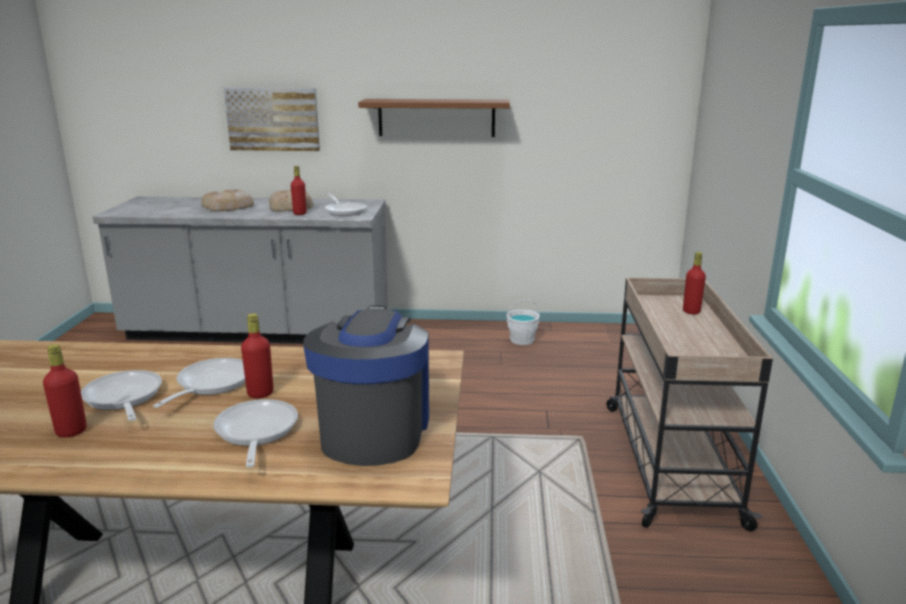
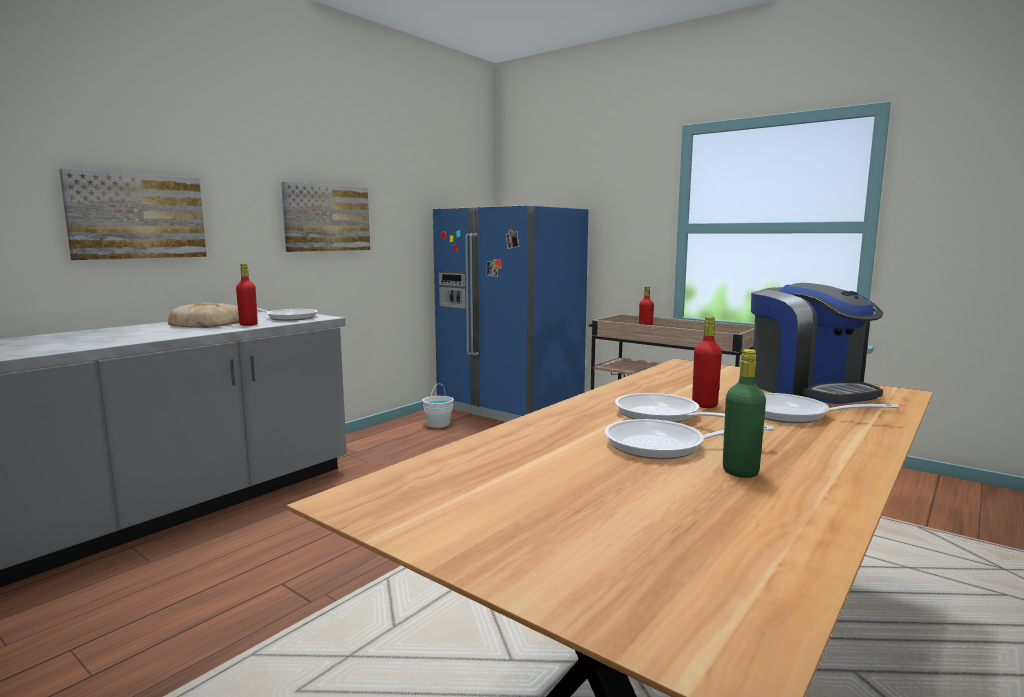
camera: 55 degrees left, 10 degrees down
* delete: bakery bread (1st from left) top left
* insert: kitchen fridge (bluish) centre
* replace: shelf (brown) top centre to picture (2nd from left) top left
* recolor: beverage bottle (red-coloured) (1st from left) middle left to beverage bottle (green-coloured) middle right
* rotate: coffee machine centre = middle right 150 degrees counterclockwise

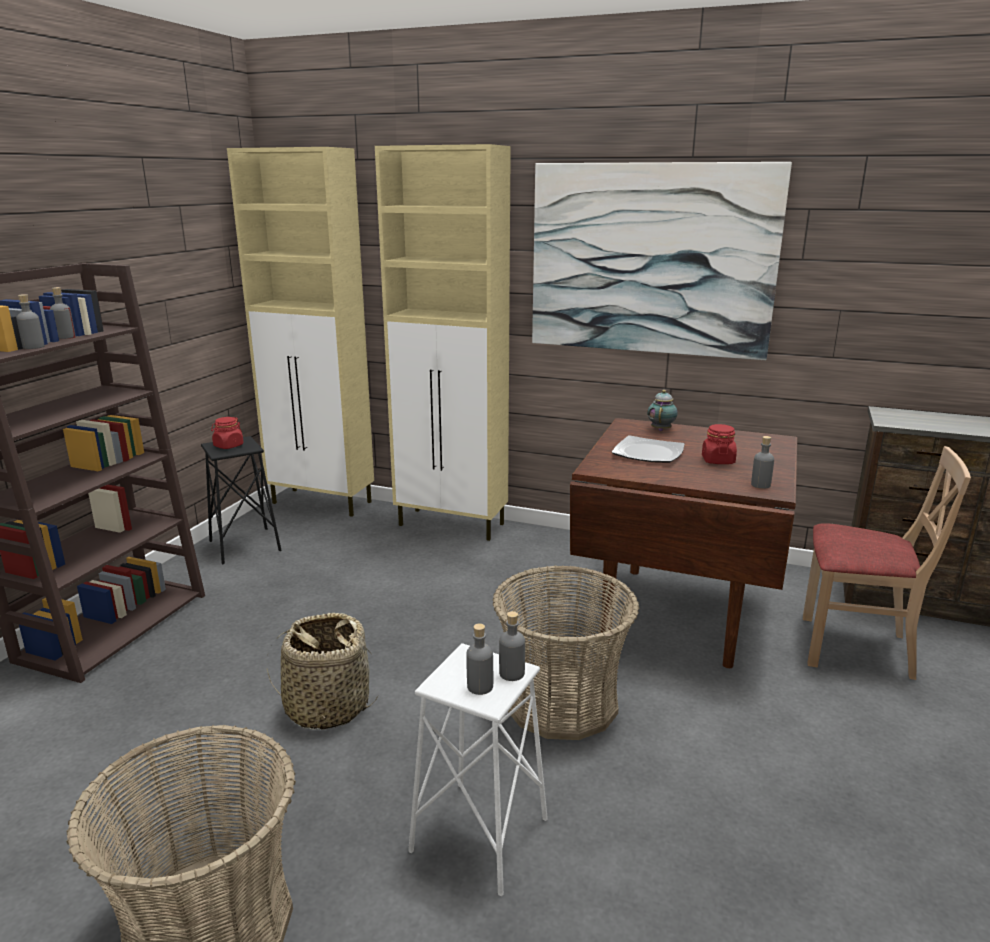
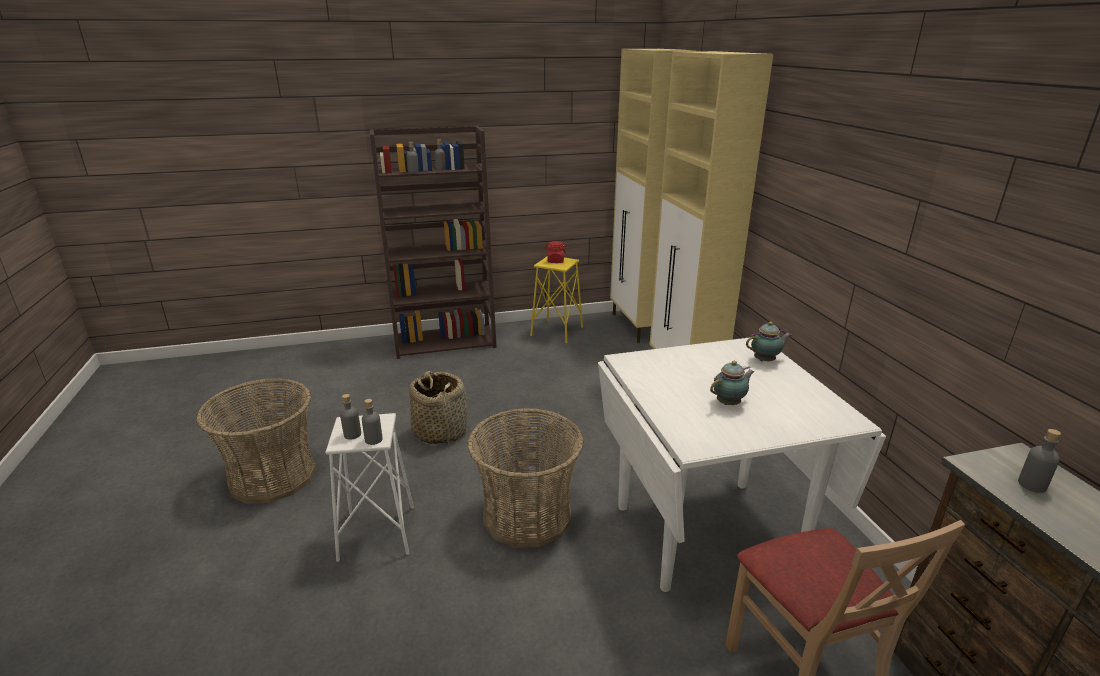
camera: 55 degrees right, 5 degrees up
* delete: picture top right
* delete: flat dish centre
* move: beverage bottle (gray) (5th from left) middle right to bottom right
* replace: storage jar (red-coloured) (2nd from left) middle right to teapot (1st from left) centre
* recolor: stool seat (black) middle left to stool seat (yellow) centre
* recolor: dining table (brown) middle right to dining table (whitish) bottom right

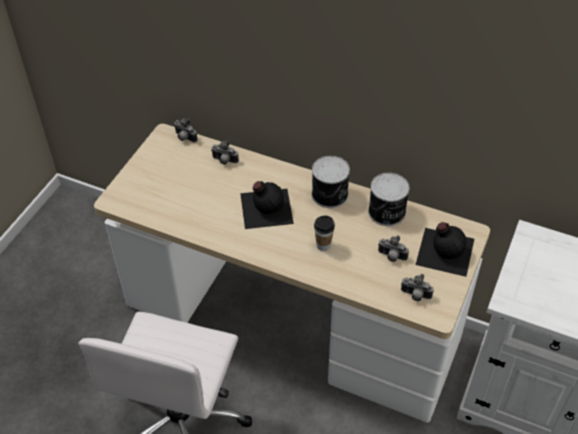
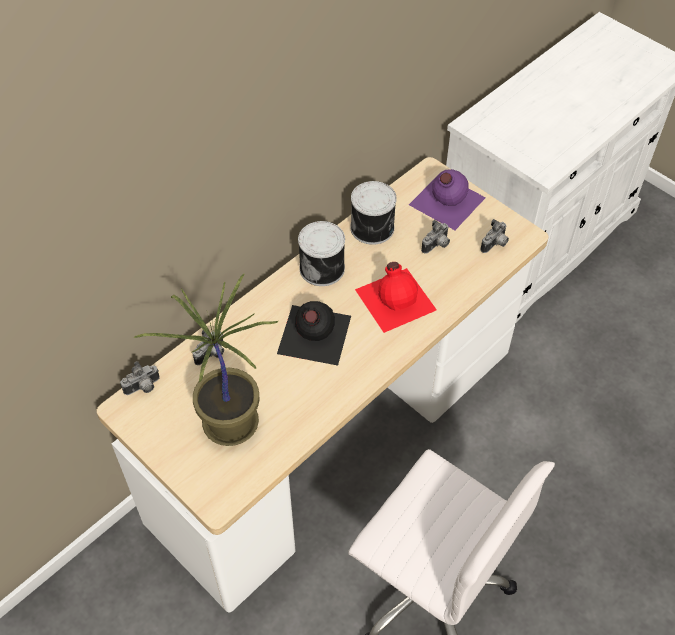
camera: 70 degrees left, 5 degrees up
* insert: plant in a pot middle left
* replace: drinking cup centre to beverage bottle (red-coloured) centre
* recolor: beverage bottle (black) (2nd from left) middle right to beverage bottle (purple) top centre

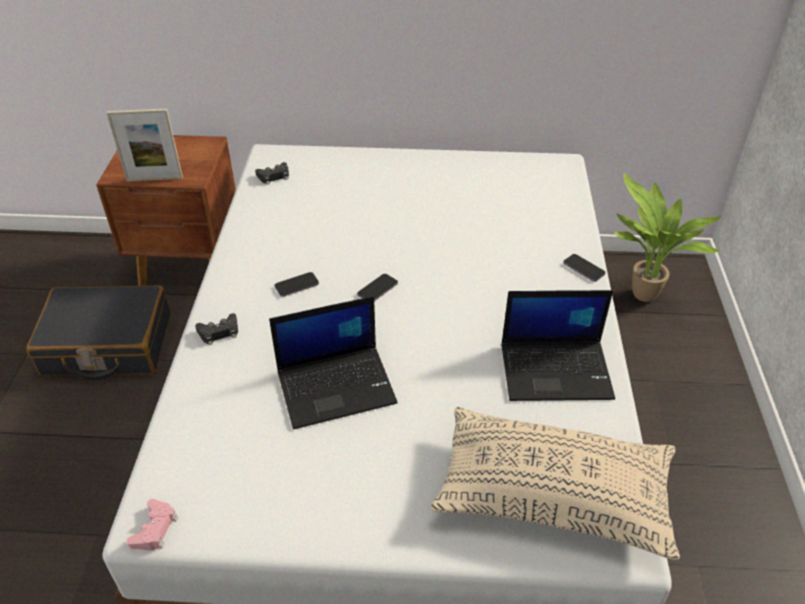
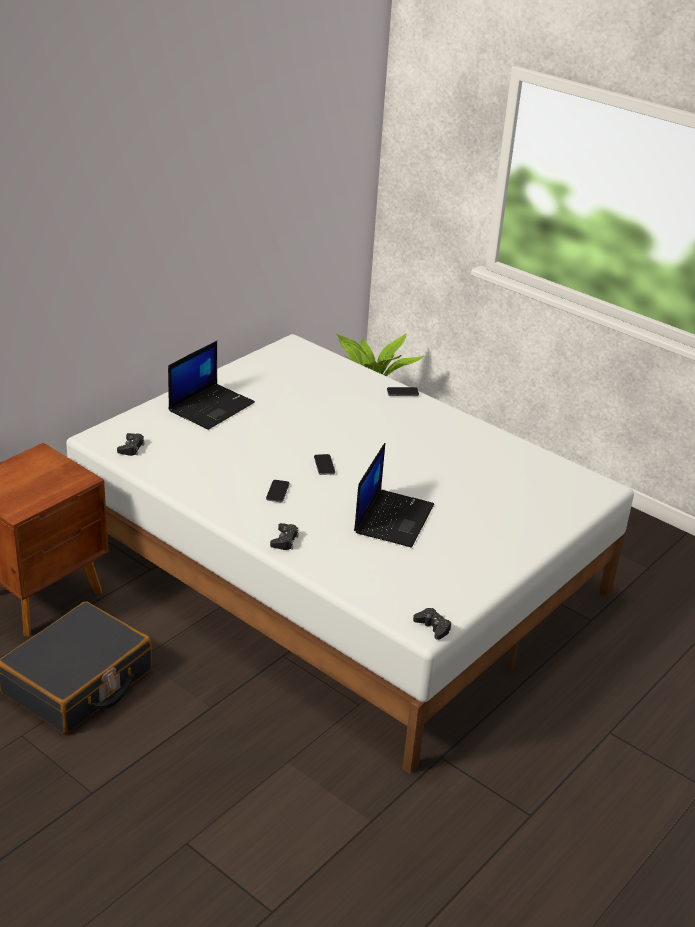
camera: 55 degrees left, 10 degrees down
* delete: standing frame top left
* delete: pillow (beige) bottom right
* move: portable computer (2nd from left in the first image) middle right to portable computer (1st from left) middle left
* recolor: game controller (pink) bottom left to game controller (black) (3rd from left) bottom centre

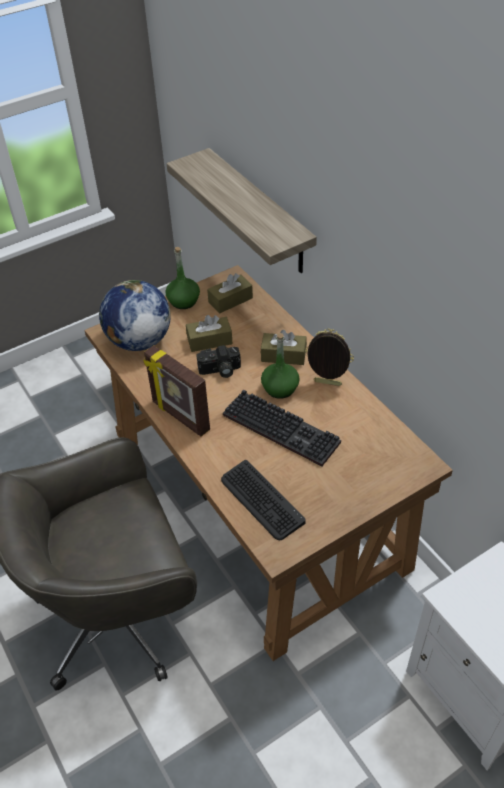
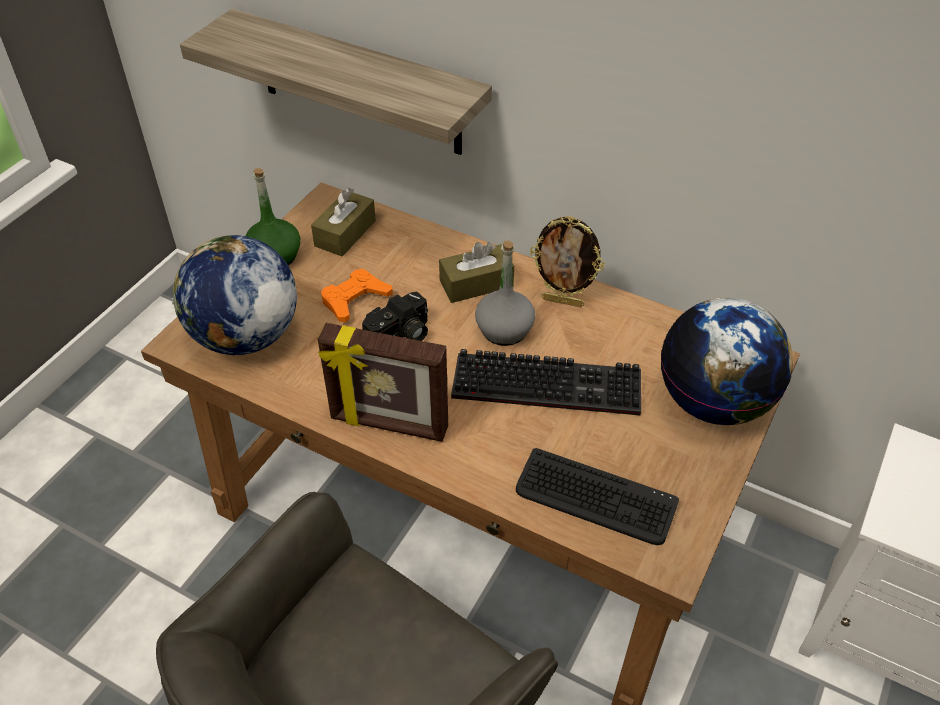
camera: 30 degrees left, 0 degrees up
* insert: globe (2nd from left) middle right
* replace: tissue holder (brown) (1st from left) centre to game controller (orangey) centre
* recolor: beverage bottle (green-coloured) (2nd from left) centre to beverage bottle (gray) centre
* rotate: standing frame (2nd from left) centre = centre 150 degrees counterclockwise

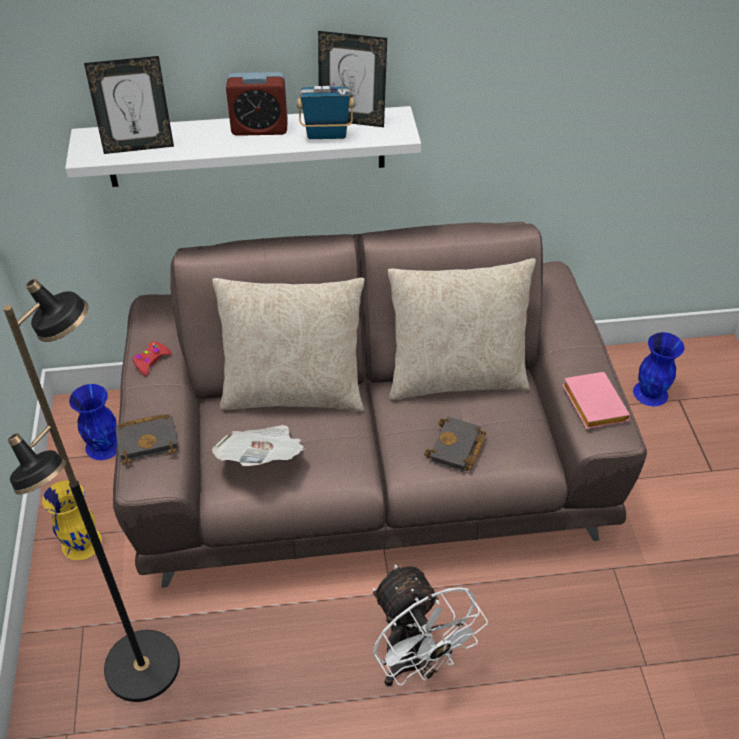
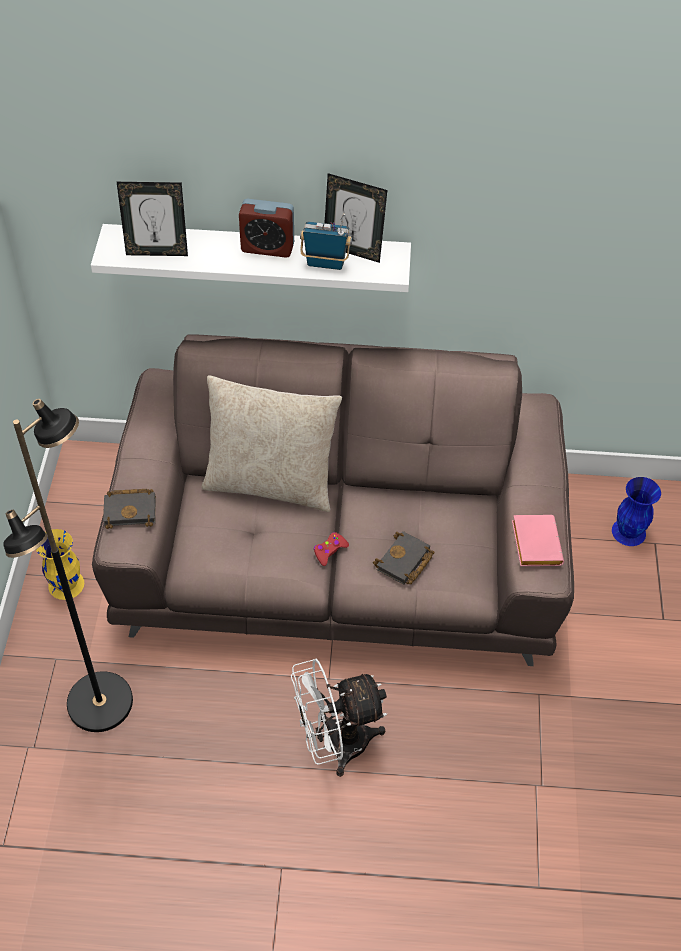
camera: 10 degrees right, 5 degrees up
* delete: vase (bluish) (1st from left) middle left
* delete: newspaper centre
* delete: pillow (beige) (2nd from left) centre
* move: game controller (red-coloured) middle left to centre
* rotate: cooling fan (whitish) bottom centre = bottom centre 90 degrees clockwise

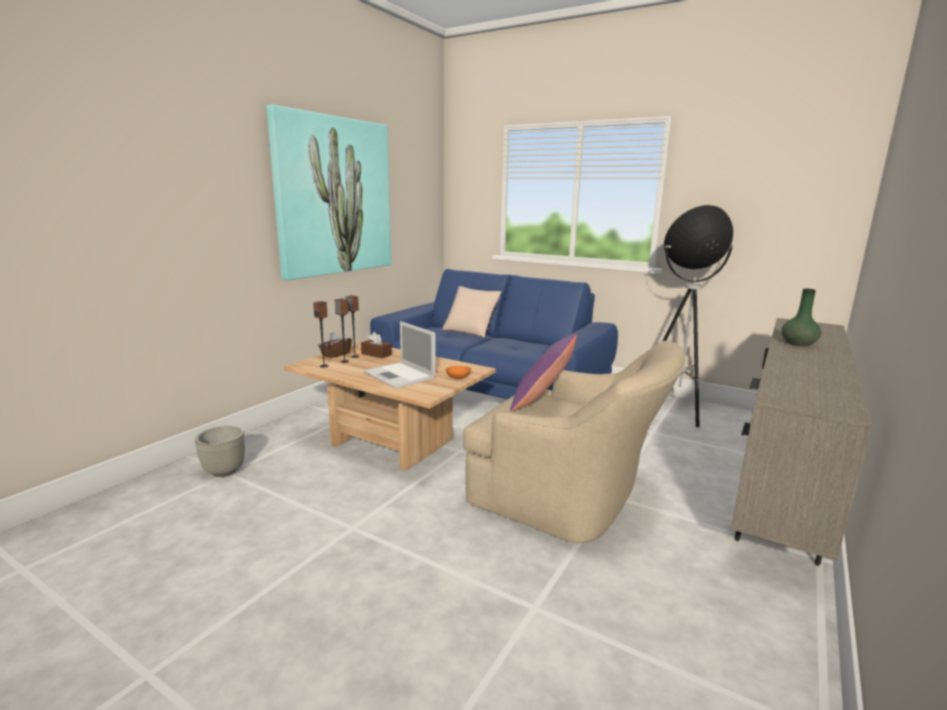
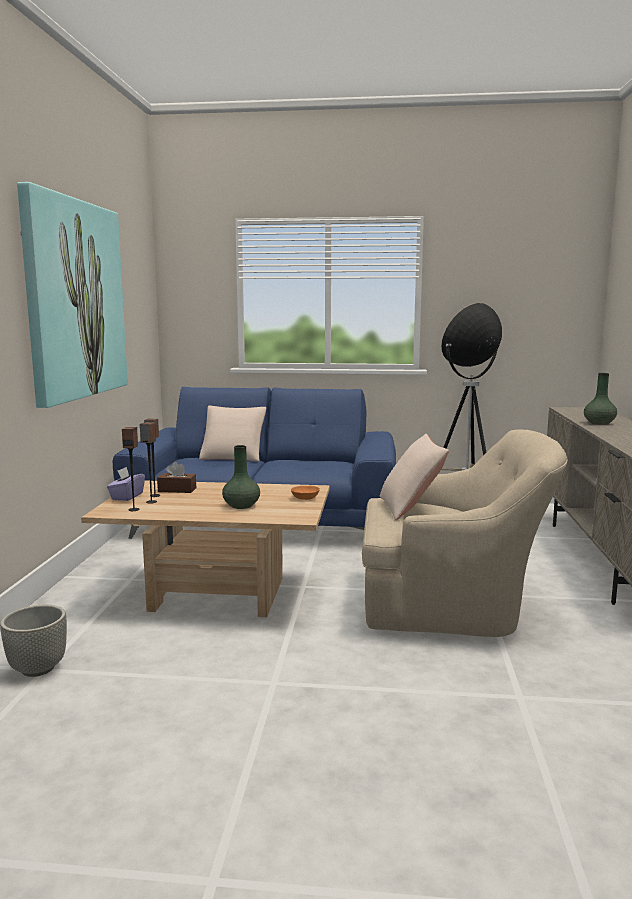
camera: 25 degrees left, 5 degrees down
* replace: portable computer centre to vase (green-coloured) (1st from left) centre
* recolor: tissue holder (brown) (1st from left) centre to tissue holder (purple) middle left
* recolor: pillow (purple) centre to pillow (beige) (2nd from left) centre

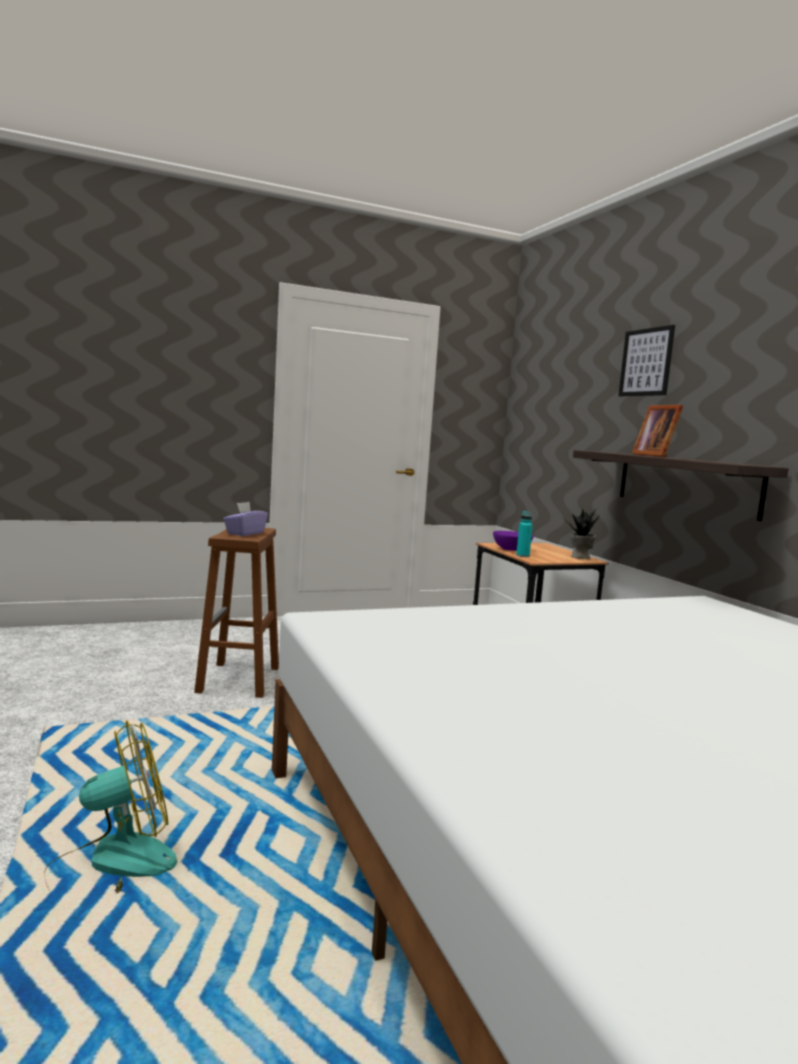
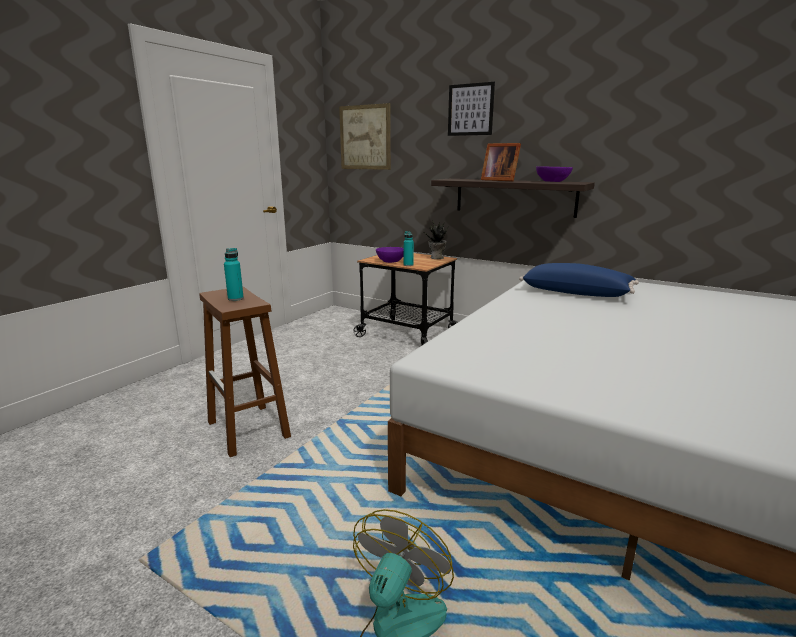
camera: 35 degrees left, 10 degrees up
* insert: picture (1st from left) top centre
* insert: pillow (bluish) middle right
* insert: bowl (purple) (2nd from left) top right
* replace: tissue holder (purple) middle left to beverage bottle (blue-green) (1st from left) middle left

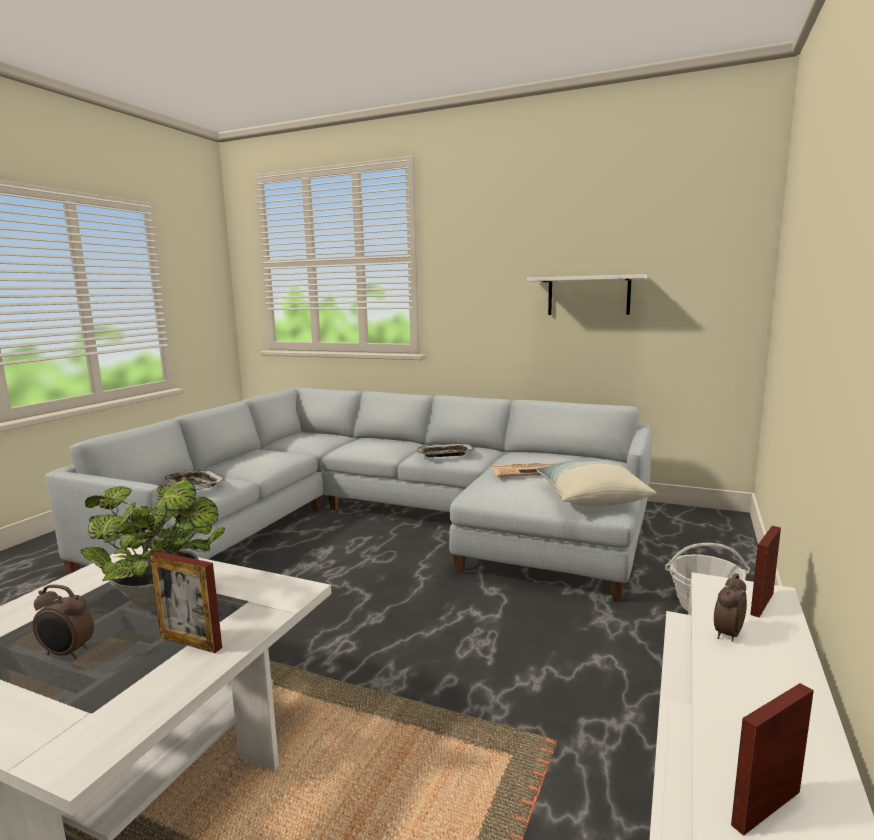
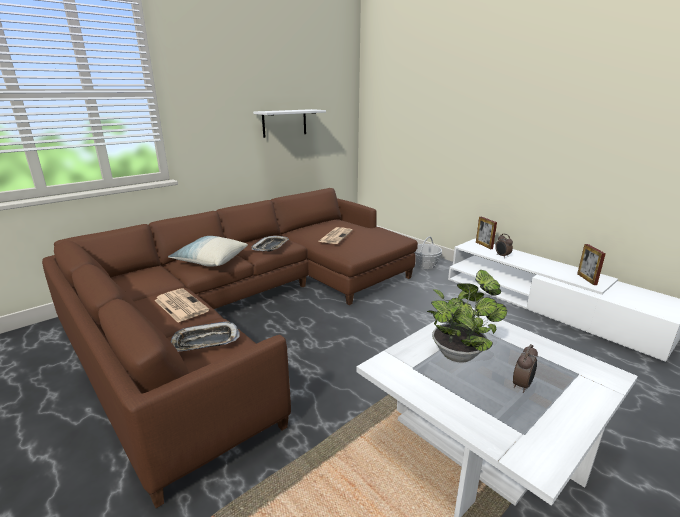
camera: 65 degrees left, 10 degrees up
* delete: standing frame (1st from left) bottom left
* insert: newspaper (1st from left) middle left
* move: pillow middle right to middle left
* recolor: settee (gray) centre to settee (brown) bottom centre

